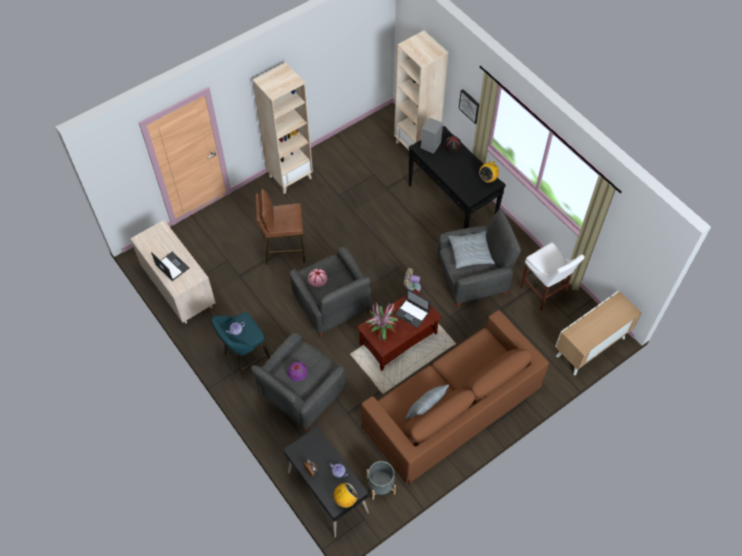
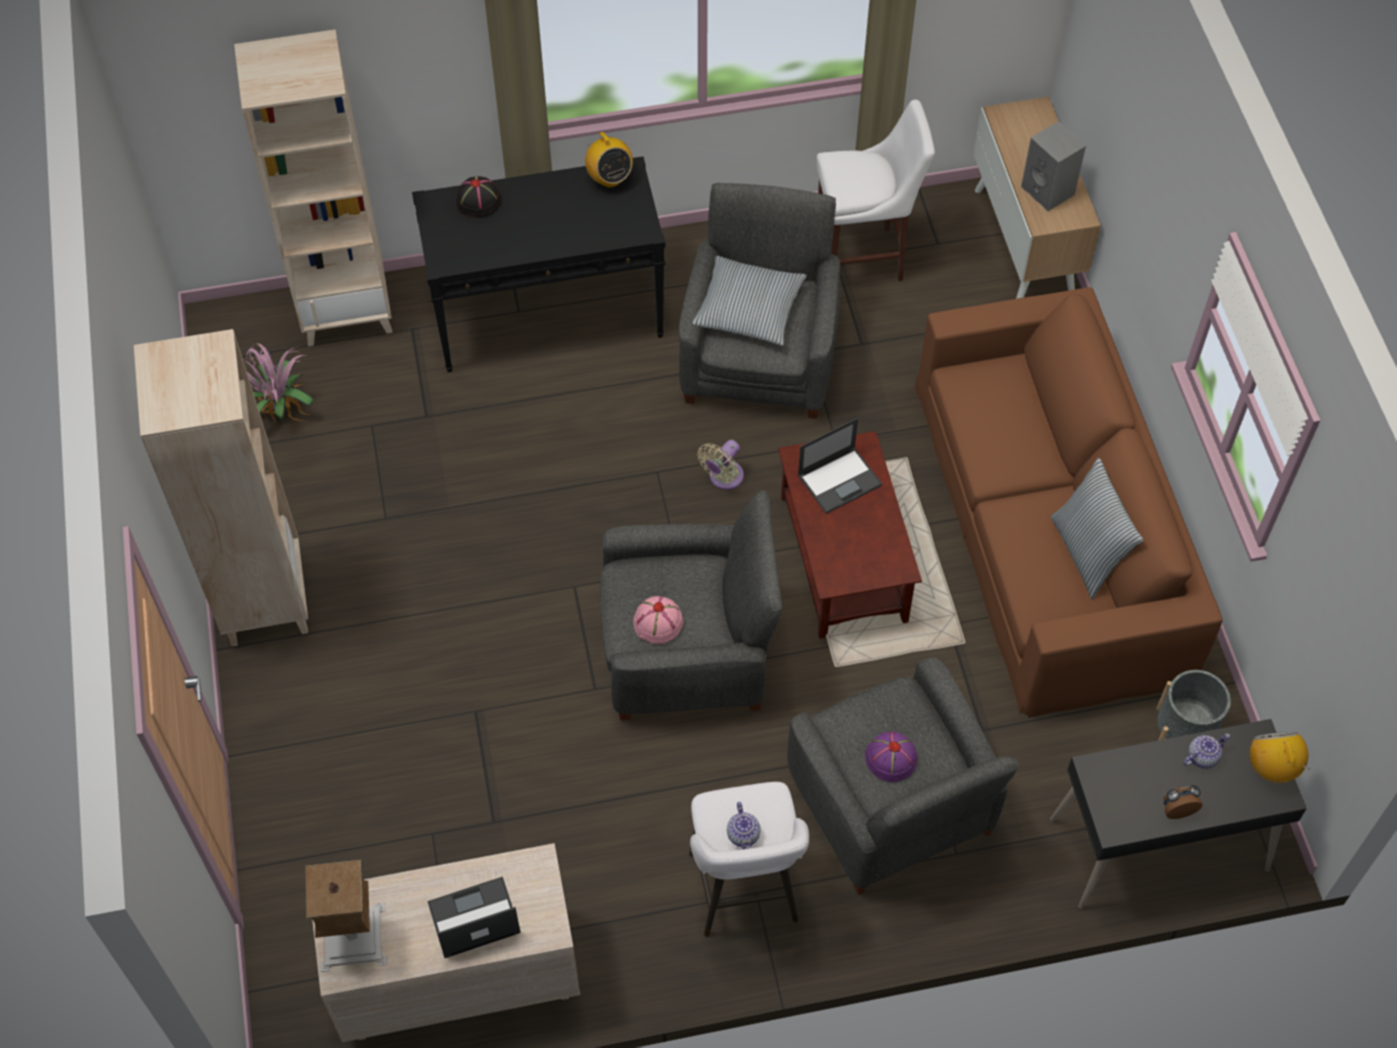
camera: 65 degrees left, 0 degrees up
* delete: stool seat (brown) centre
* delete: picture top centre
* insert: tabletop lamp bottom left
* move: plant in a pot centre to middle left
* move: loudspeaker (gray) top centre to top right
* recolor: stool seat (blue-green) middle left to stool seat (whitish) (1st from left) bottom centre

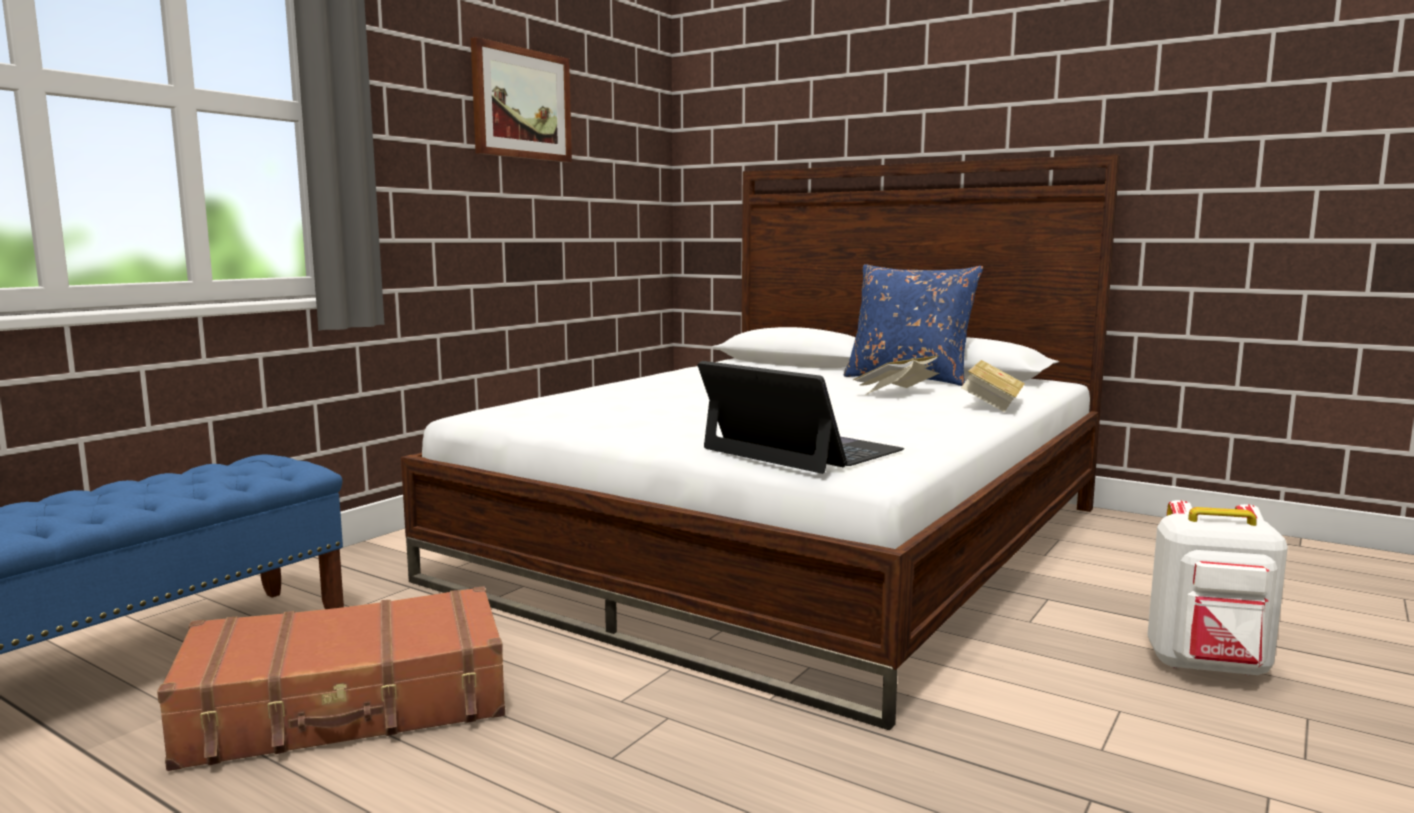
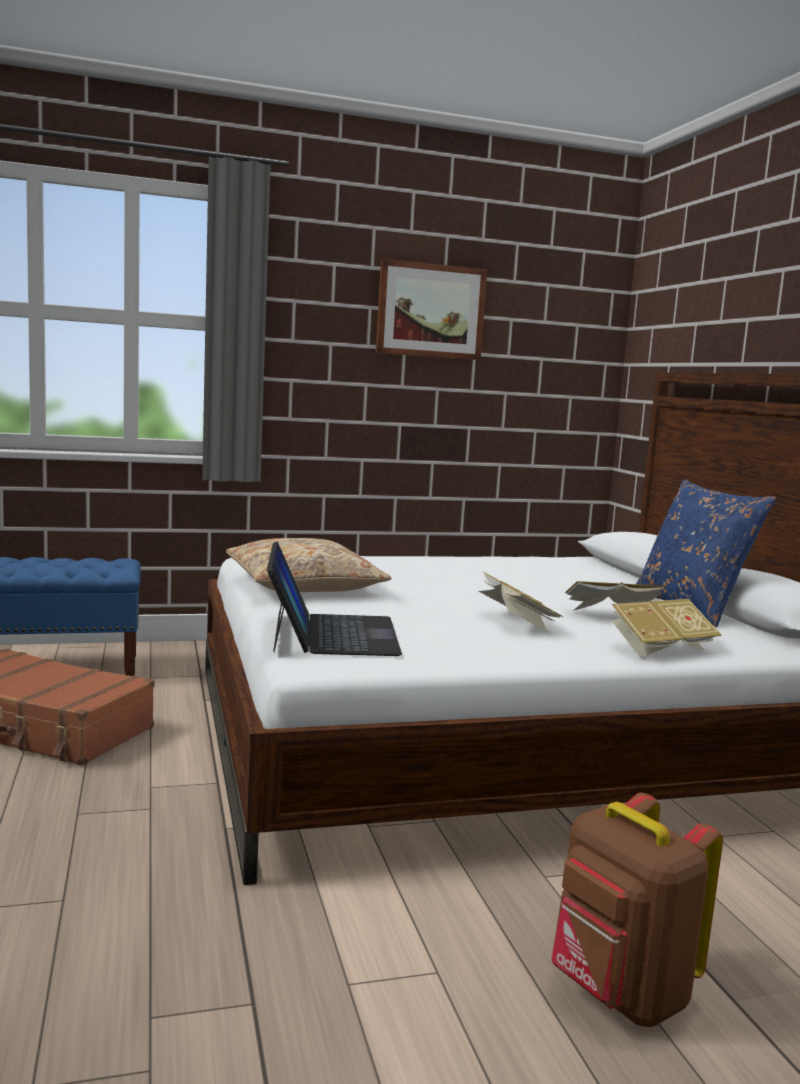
camera: 40 degrees right, 0 degrees up
* insert: pillow (beige) centre
* insert: volume (1st from left) centre
* recolor: rucksack (whitish) bottom right to rucksack (brown) bottom right

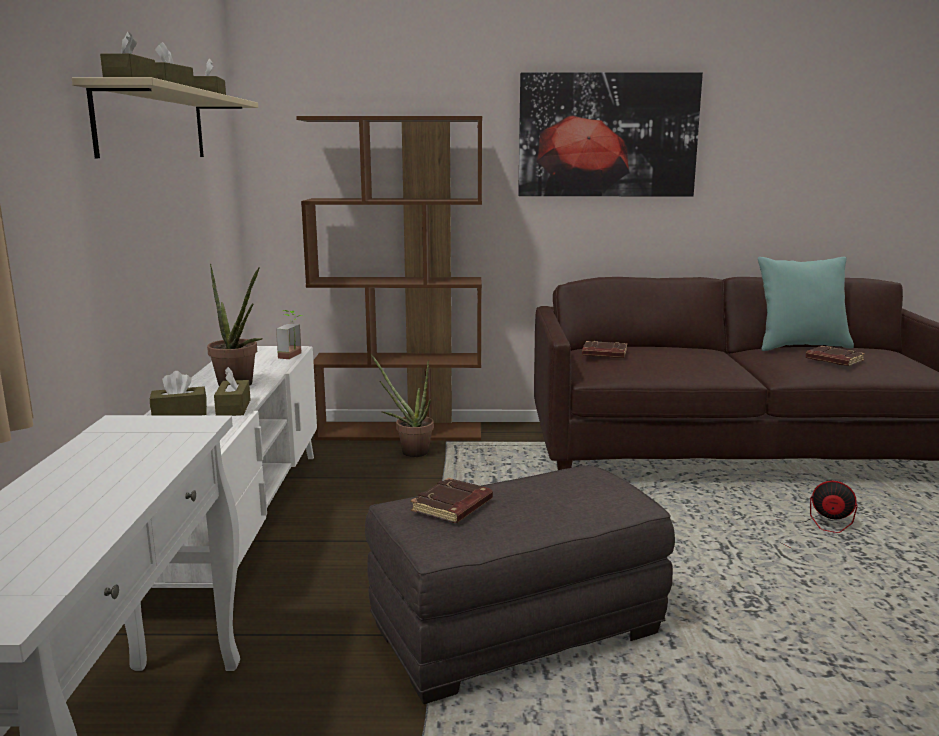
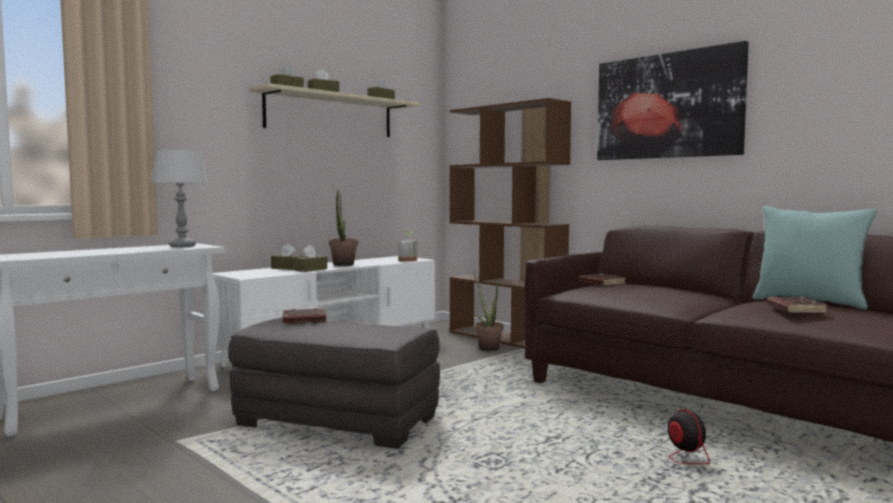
camera: 45 degrees right, 10 degrees down
* insert: tabletop lamp (gray) middle left

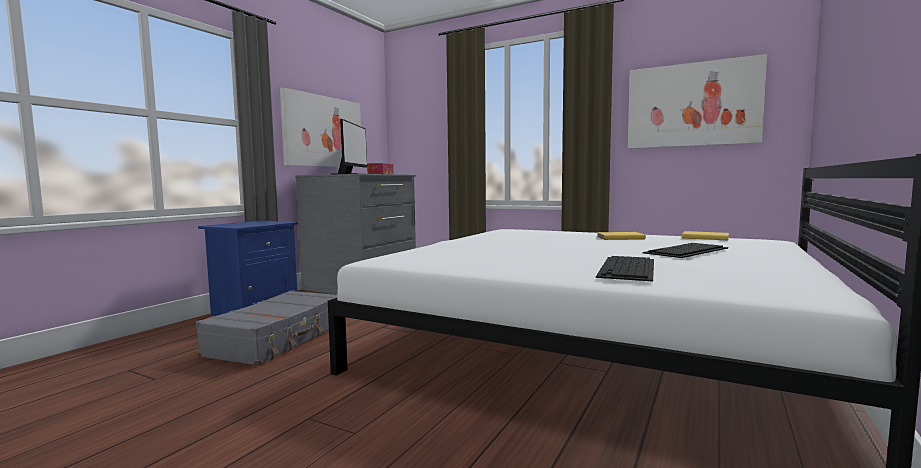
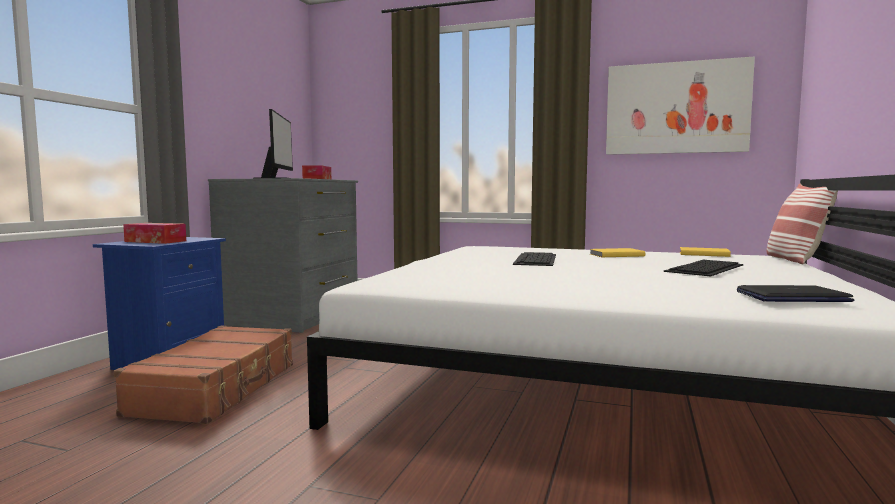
camera: 10 degrees left, 0 degrees up
* delete: picture (1st from left) top centre
* insert: tissue holder (1st from left) middle left
* insert: portable computer middle right
* insert: pillow middle right
* move: keyboard (1st from left) middle right to centre
* recolor: piece of luggage (gray) bottom left to piece of luggage (brown) bottom left

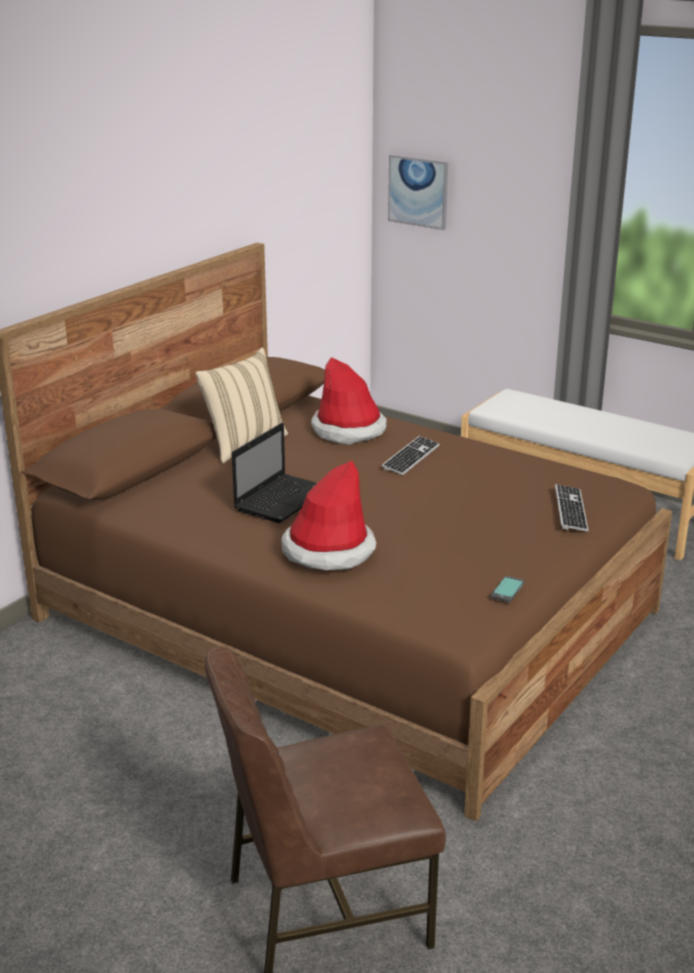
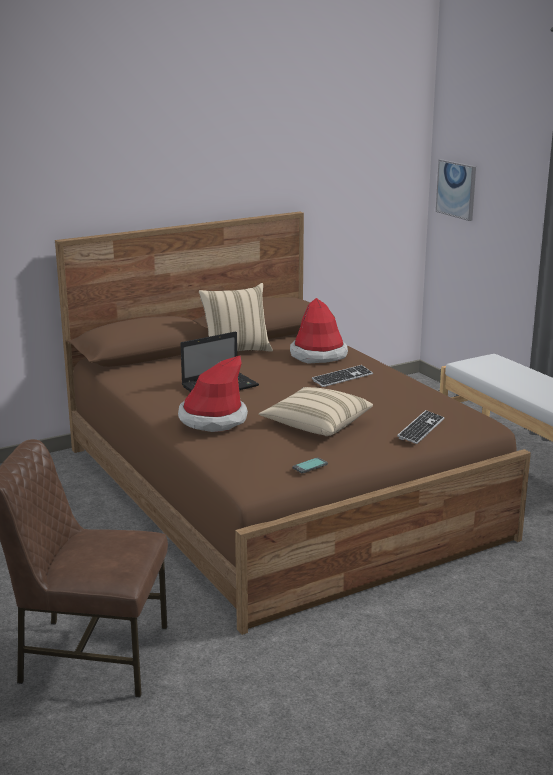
camera: 25 degrees right, 5 degrees down
* insert: pillow (beige) (2nd from left) centre

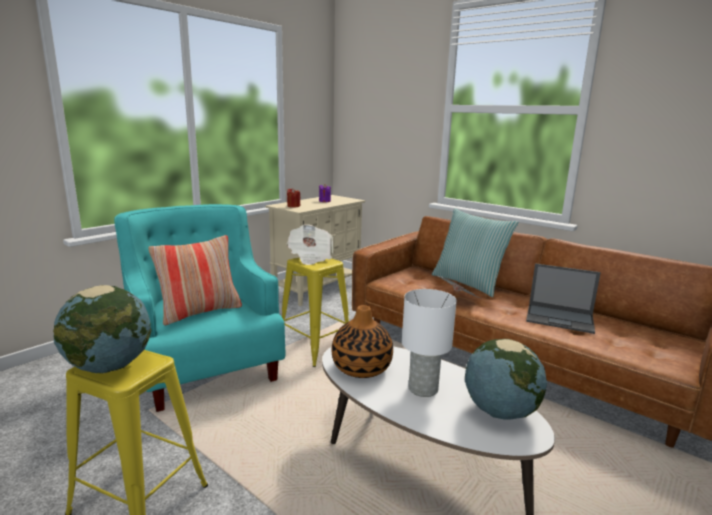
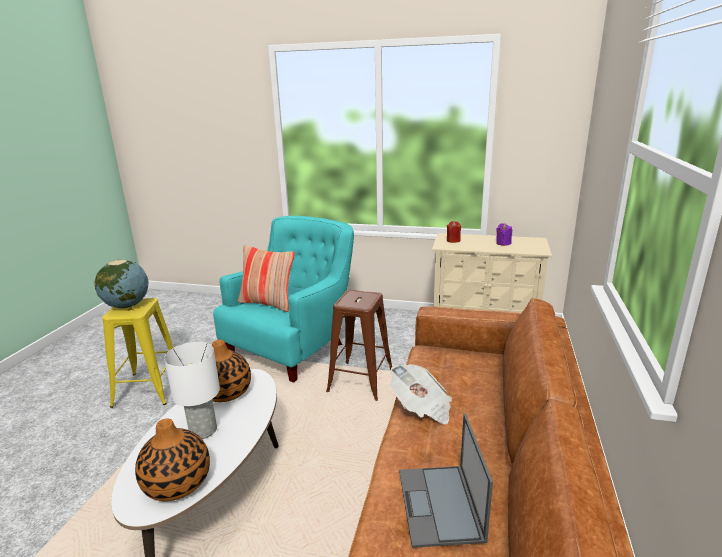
camera: 65 degrees right, 5 degrees up
* delete: newspaper (1st from left) centre
* delete: pillow (2nd from left) middle right
* replace: globe (2nd from left) bottom right to vase (1st from left) bottom left
* recolor: stool seat (yellow) (2nd from left) centre to stool seat (brown) centre

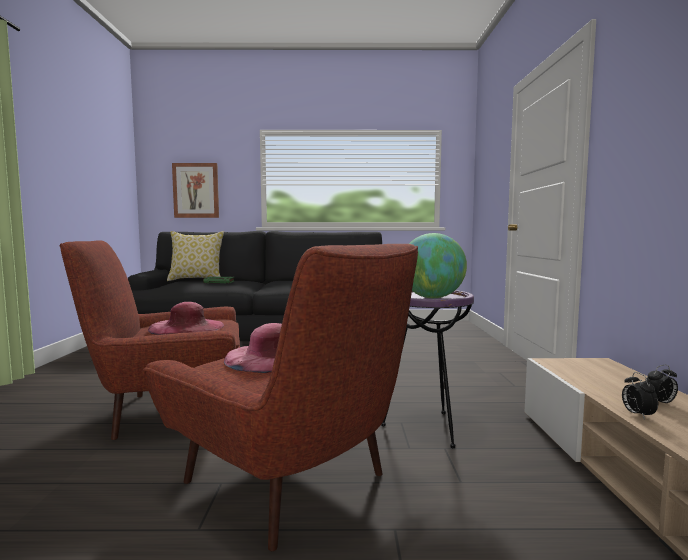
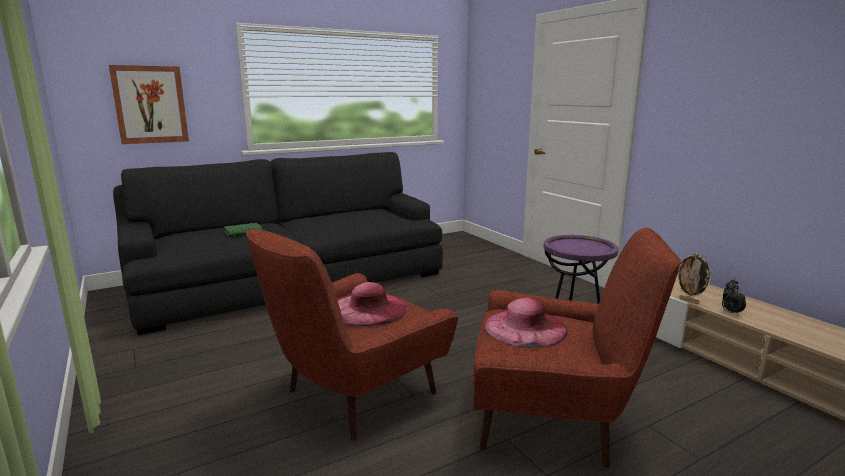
camera: 30 degrees left, 10 degrees up
* delete: pillow middle left
* delete: globe centre
* insert: standing frame middle right

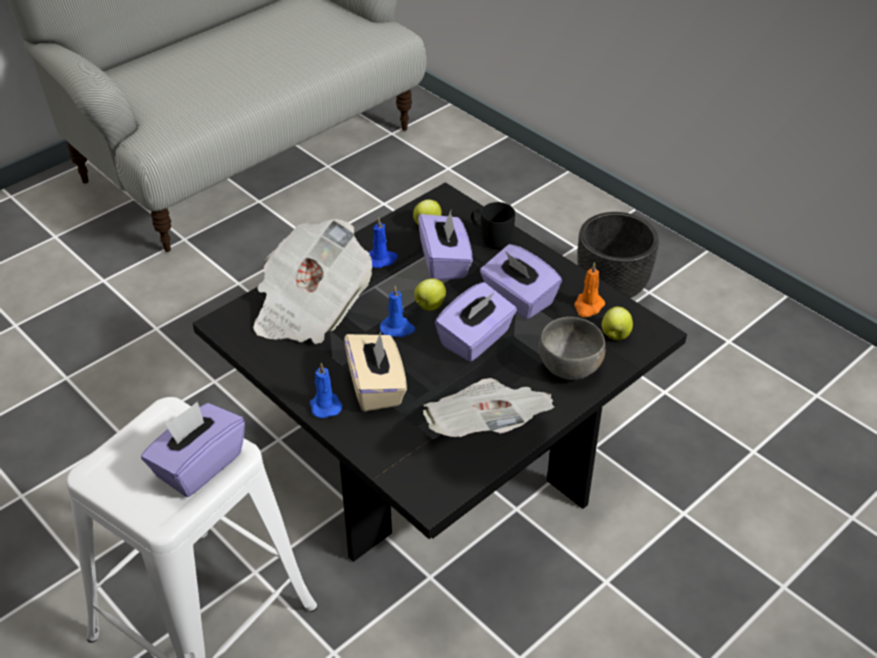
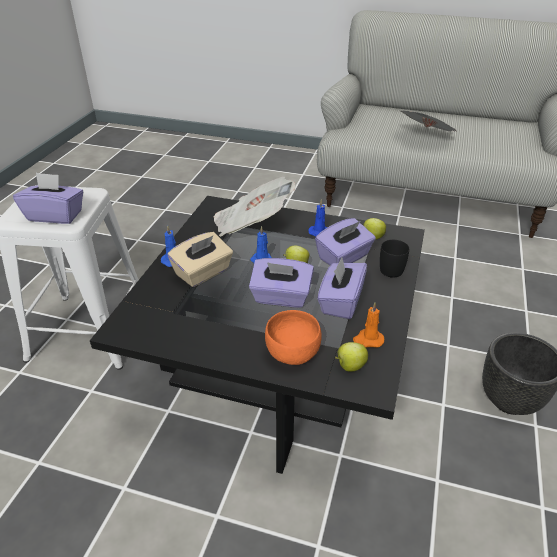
camera: 60 degrees right, 5 degrees down
* move: newspaper (2nd from left) centre to top right
* recolor: bowl (gray) centre to bowl (orangey) centre

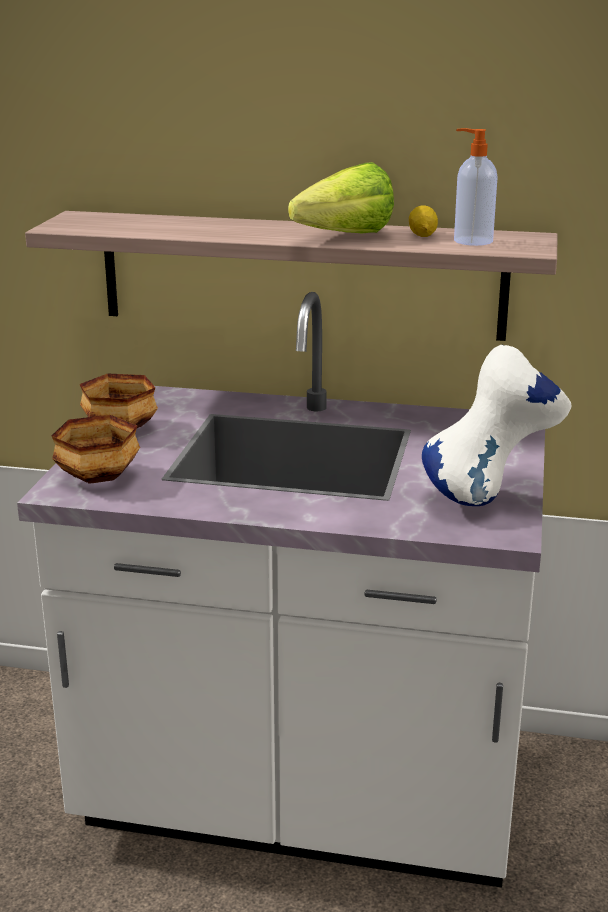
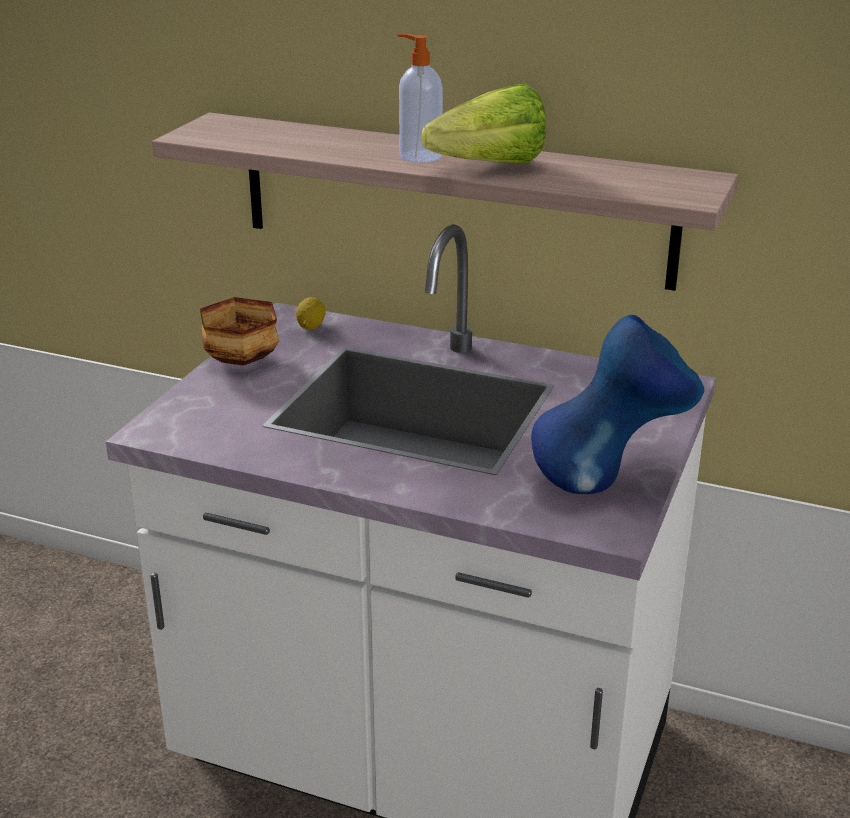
camera: 10 degrees right, 5 degrees up
* delete: bowl (1st from left) middle left
* move: lemon top right to centre
* move: soap bottle top right to top centre
* recolor: vase (whitish) middle right to vase (bluish) middle right

